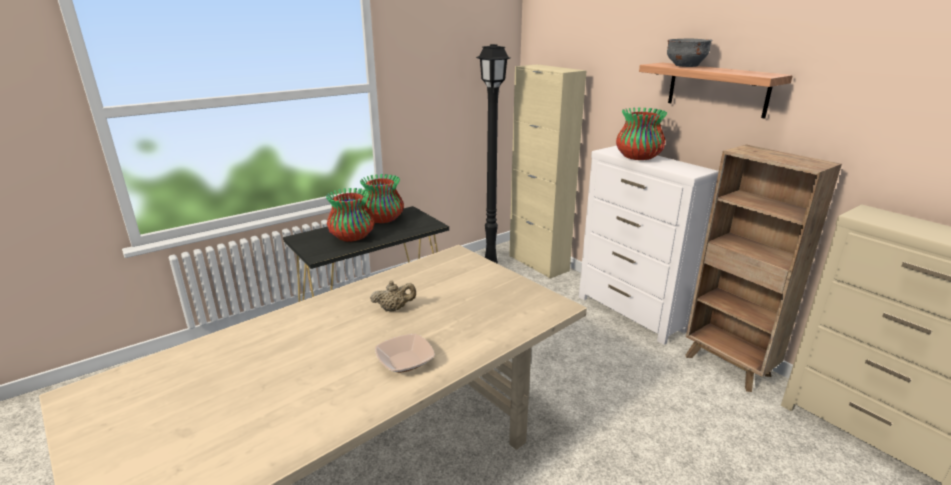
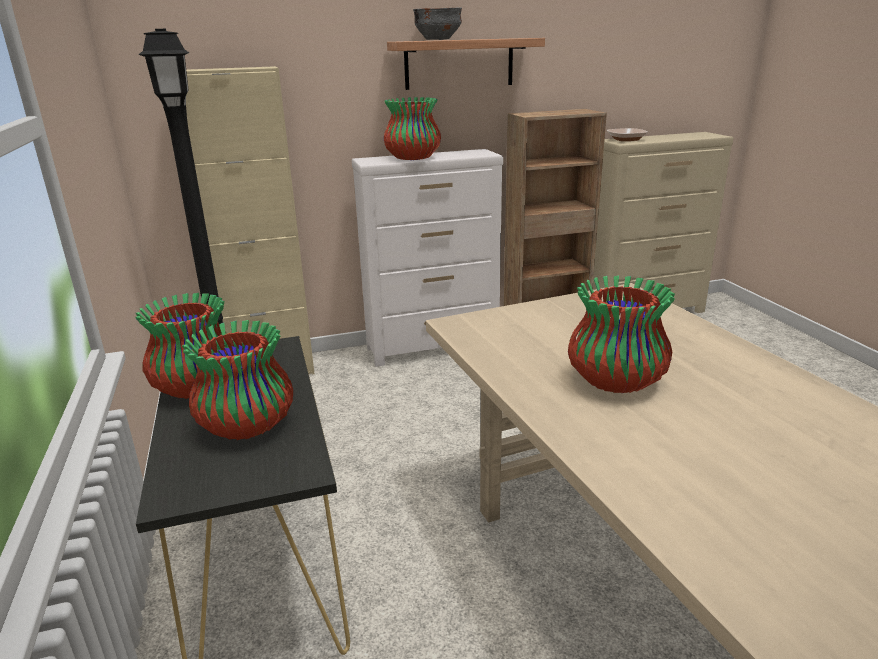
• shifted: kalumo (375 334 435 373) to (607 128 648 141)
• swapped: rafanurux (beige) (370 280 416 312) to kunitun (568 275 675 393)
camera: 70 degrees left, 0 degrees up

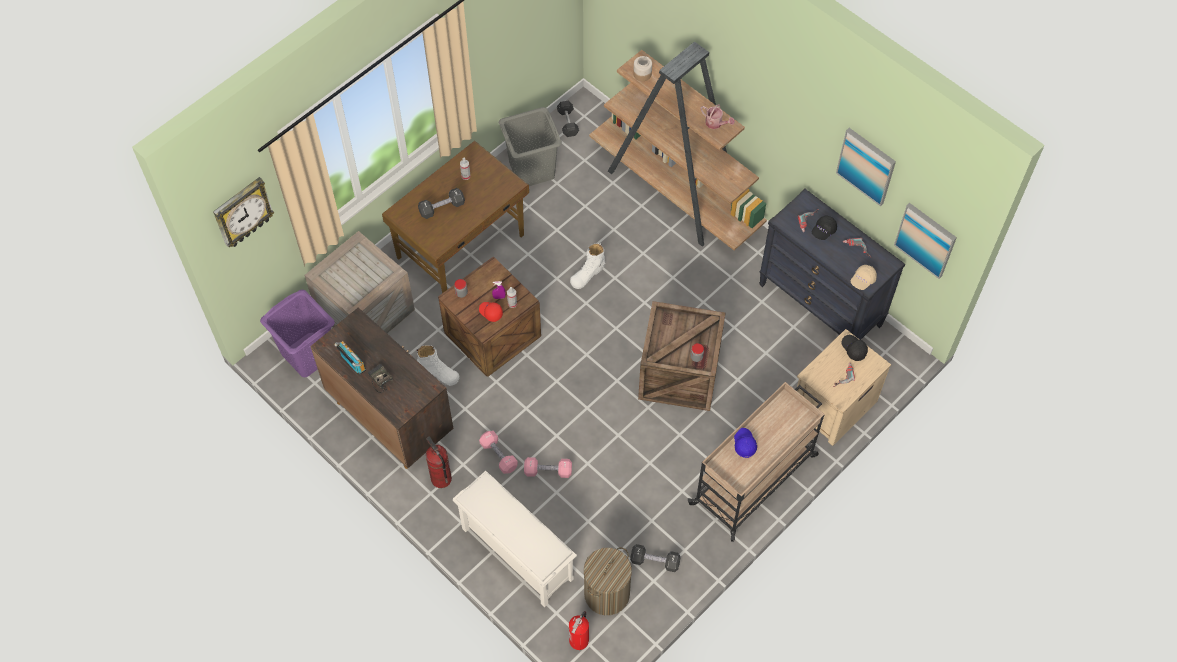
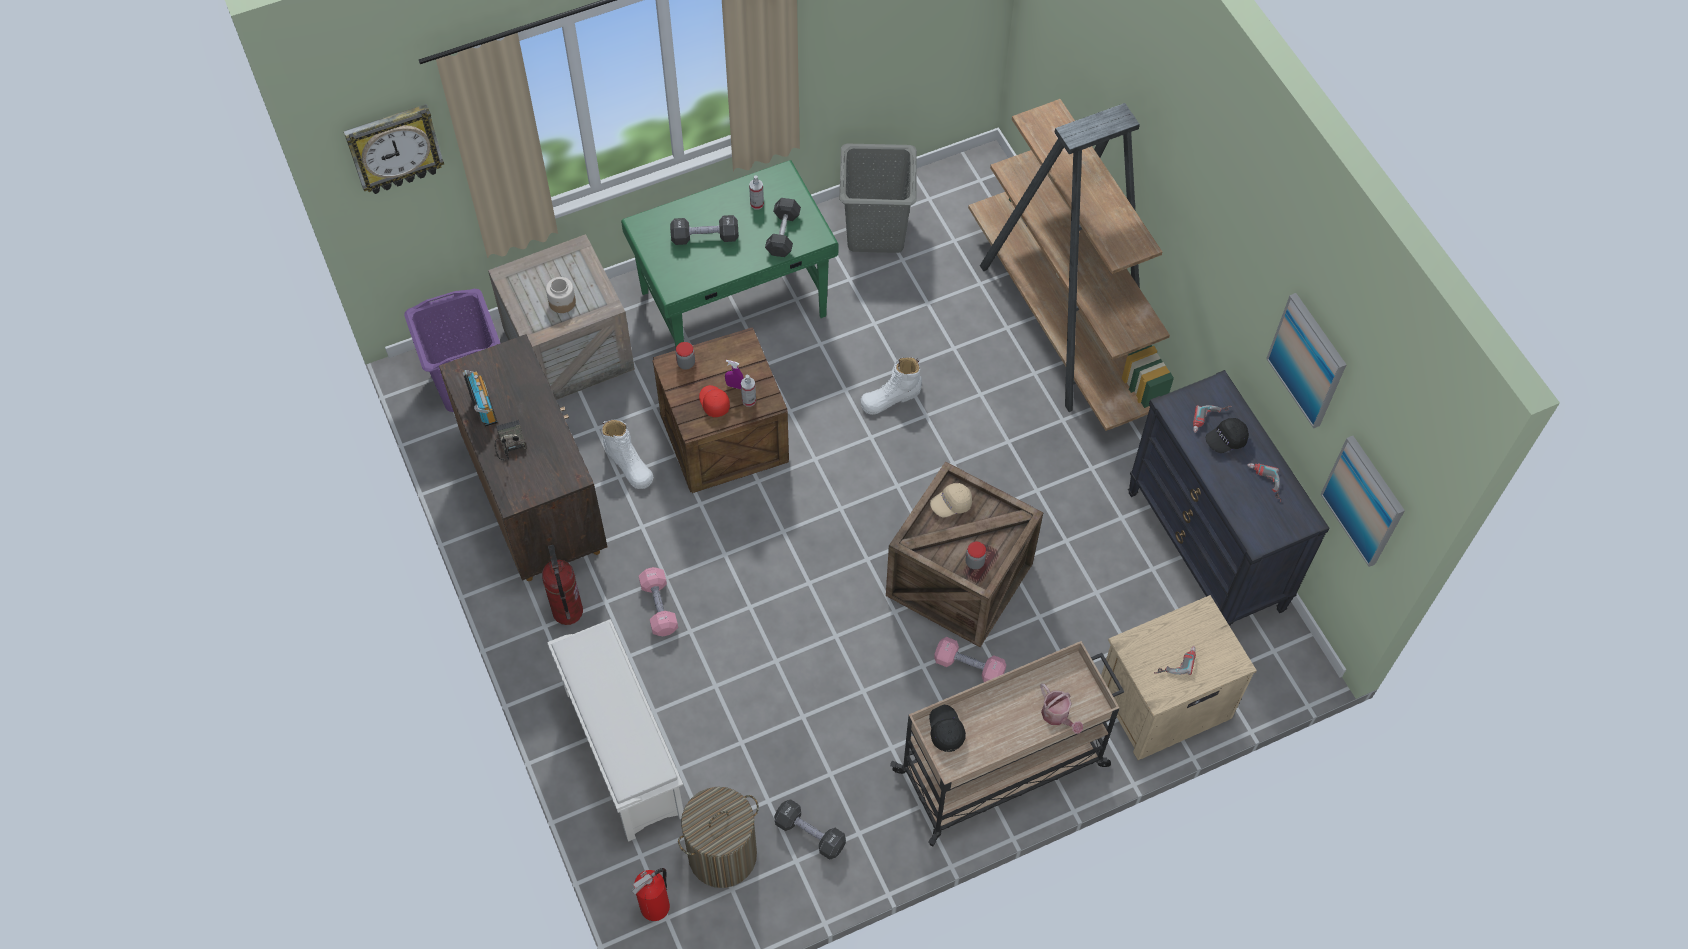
• gone: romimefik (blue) (734 428 757 458)
• shifted: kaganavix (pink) (524 457 572 478) to (934 637 1006 682)
• shifted: kaganavix (grey) (557 100 579 137) to (765 198 801 257)
• shifted: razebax (633 56 652 81) to (546 277 576 313)
• shifted: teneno (701 104 735 129) to (1040 683 1083 734)
• shifted: romimefik (black) (841 335 868 361) to (929 705 966 752)
• shifted: romimefik (beige) (851 265 877 290) to (930 483 972 518)
• repainted: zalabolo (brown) (382 141 529 293) to zalabolo (green) (621 160 838 347)
camera: 20 degrees right, 0 degrees up

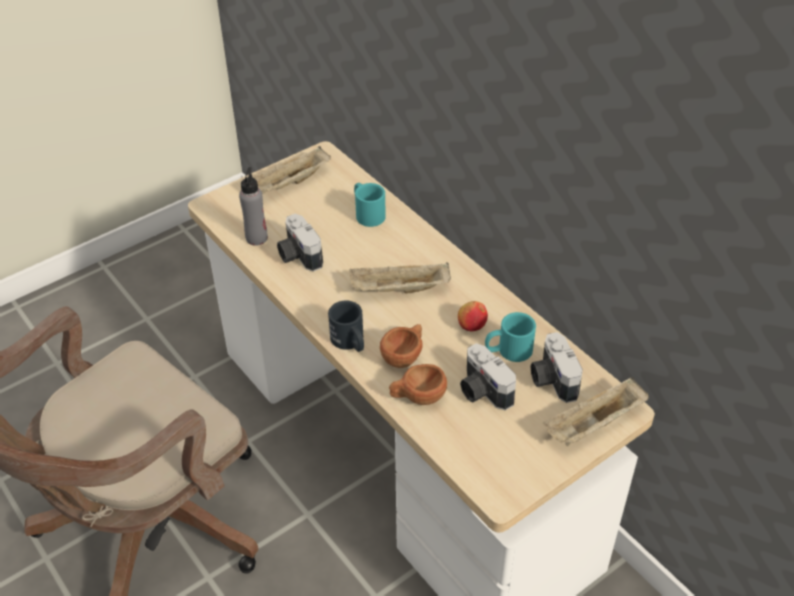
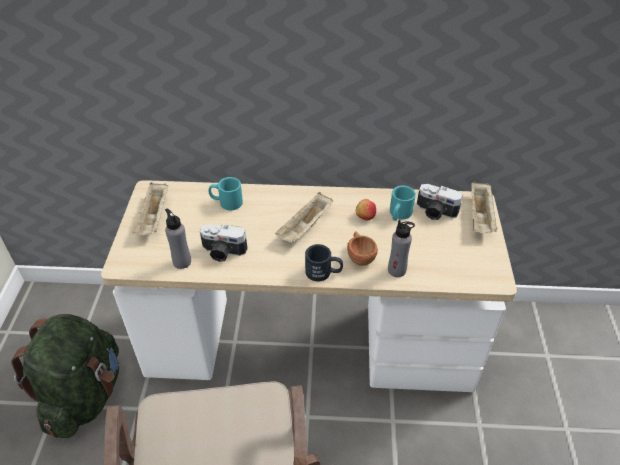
• gone: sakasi (460 343 516 410)
• new: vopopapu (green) (11 314 119 438)
• swapped: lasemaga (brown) (389 364 447 405) to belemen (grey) (388 220 415 277)
camera: 50 degrees left, 0 degrees up

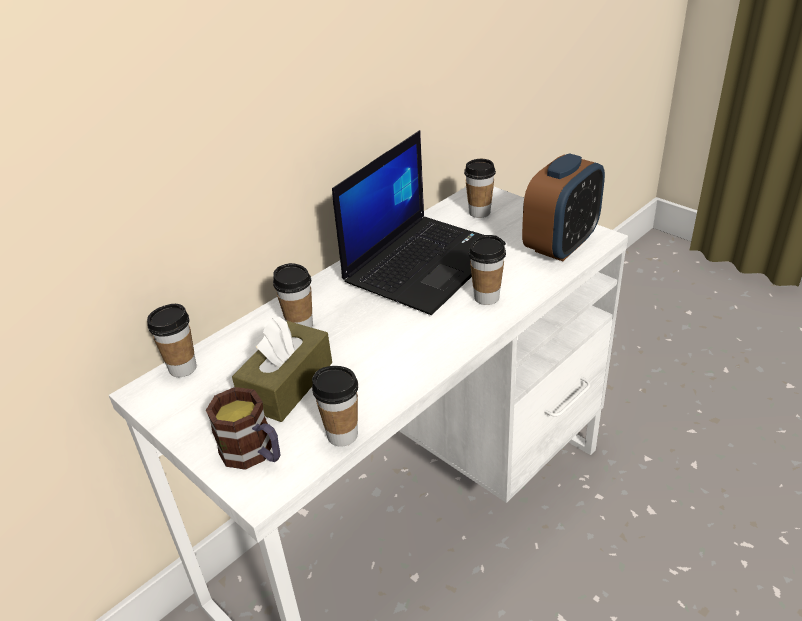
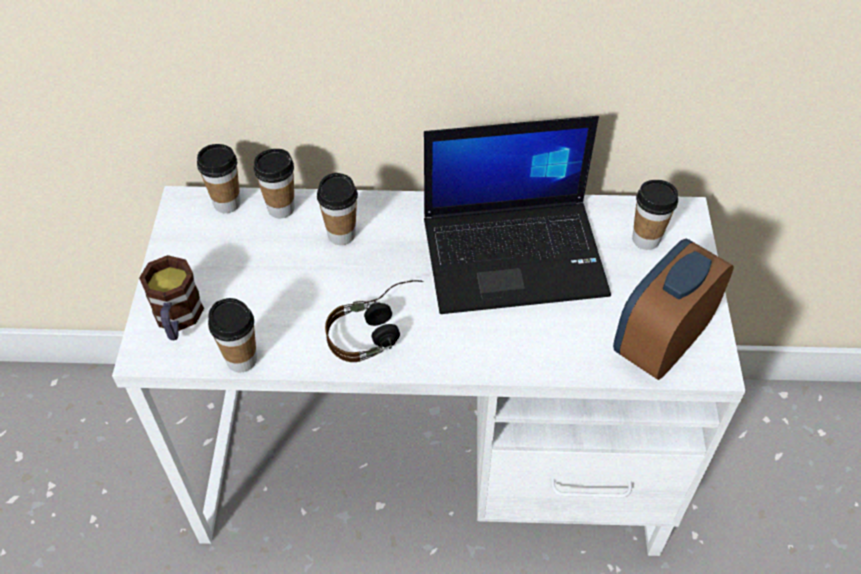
• gone: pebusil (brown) (232 317 332 422)
• new: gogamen (325 280 423 362)
• shifted: lasemaga (469 235 506 305) to (253 149 295 218)
• rotated: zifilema (522 153 605 261) = (613 239 734 380) 135 degrees clockwise
camera: 45 degrees right, 15 degrees up

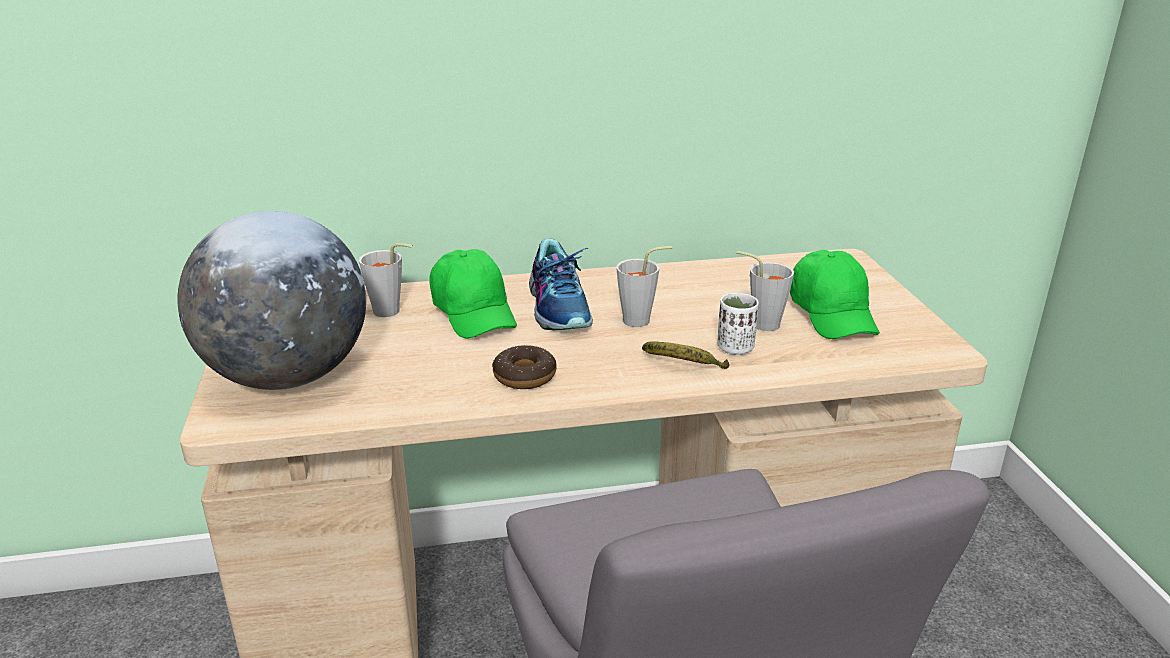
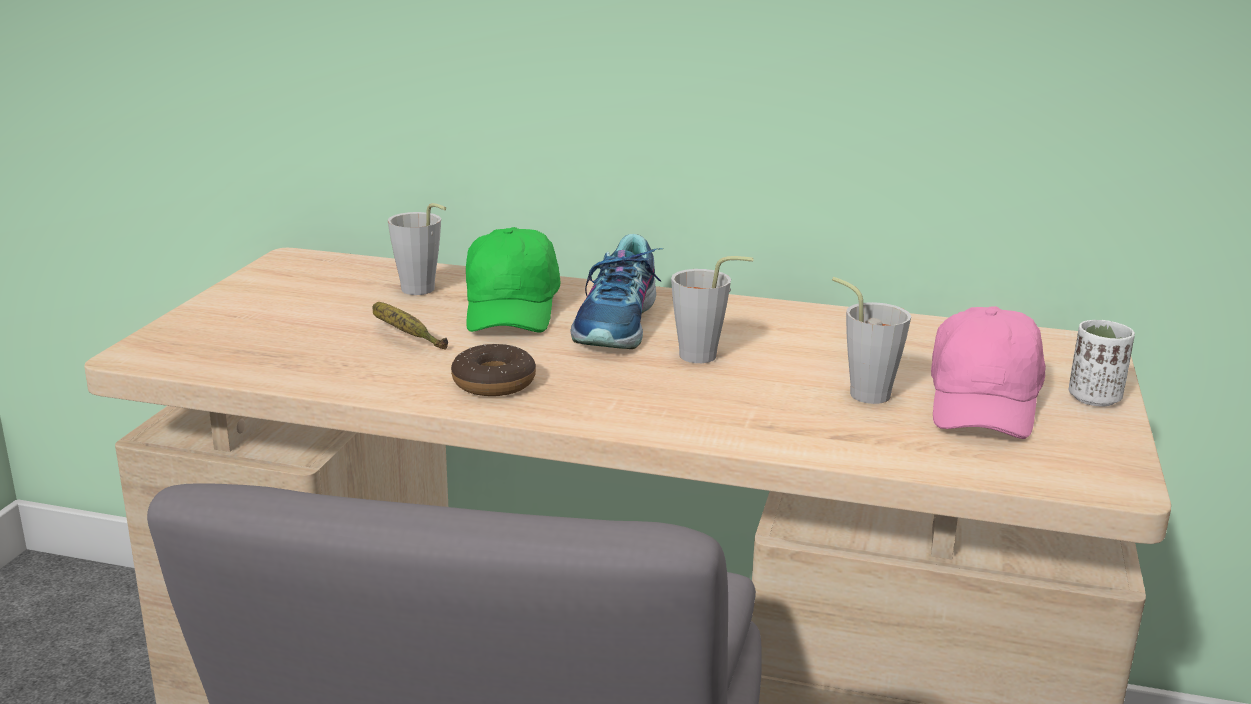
• gone: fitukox (177 211 366 390)
• shifted: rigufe (642 341 729 369) to (373 302 448 350)
• shifted: lasemaga (white) (717 293 759 355) to (1068 320 1135 406)
• repainted: romimefik (green) (790 250 880 339) to romimefik (pink) (931 306 1046 439)
camera: 25 degrees right, 5 degrees down

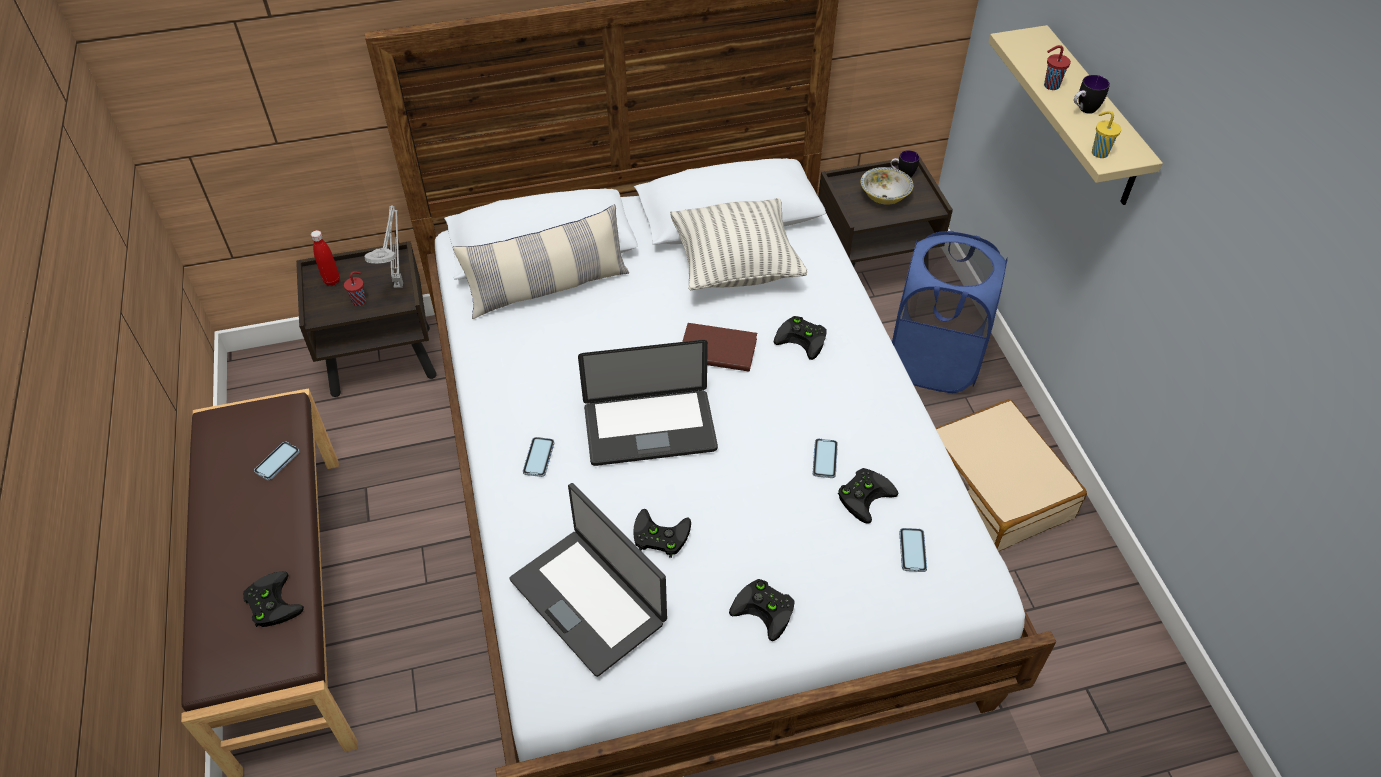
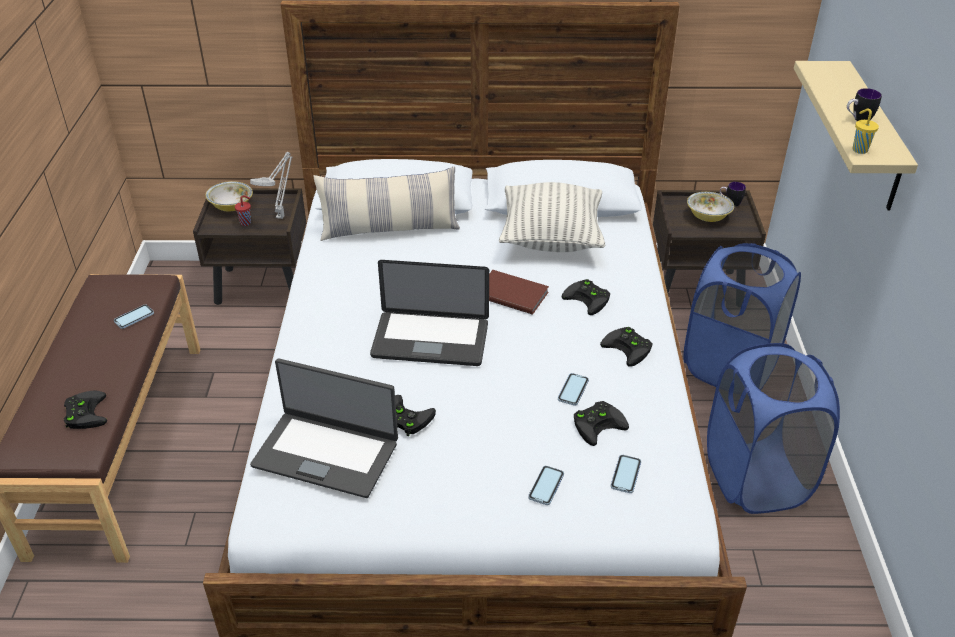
• gone: lasemaga (red) (1044 45 1071 90)
• shifted: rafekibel (523 437 555 477) to (528 466 564 505)
• shifted: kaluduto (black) (729 579 795 641) to (600 327 652 367)
• swapped: belemen (red) (311 230 340 286) to kalumo (206 181 253 212)
• swapped: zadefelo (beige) (936 400 1087 552) to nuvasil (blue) (707 343 840 514)
• rotated: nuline (509 483 667 677) = (250 358 398 498) 45 degrees counterclockwise
camera: 15 degrees right, 10 degrees down

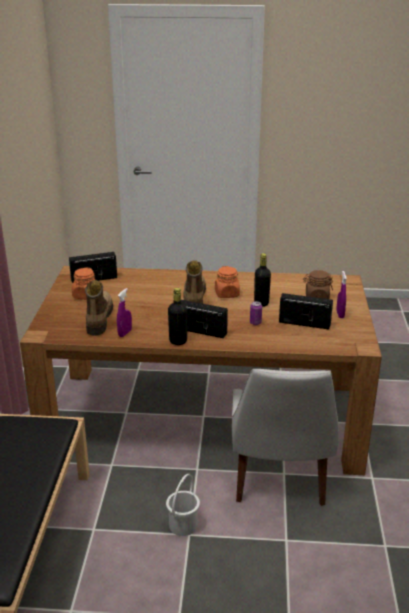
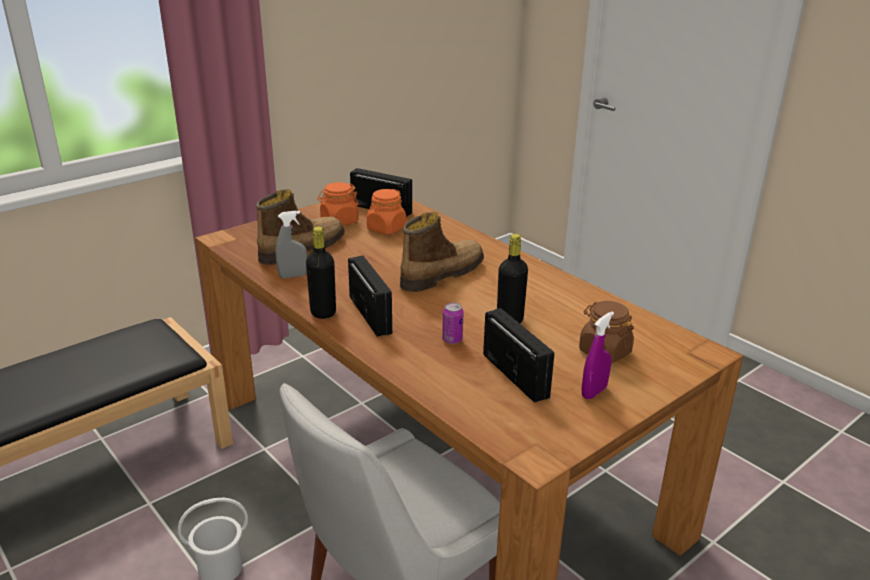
• shifted: razebax (orange) (215 266 240 298) to (367 189 406 235)
• repainted: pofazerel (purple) (117 288 132 337) to pofazerel (grey) (276 211 307 278)
camera: 45 degrees right, 0 degrees up

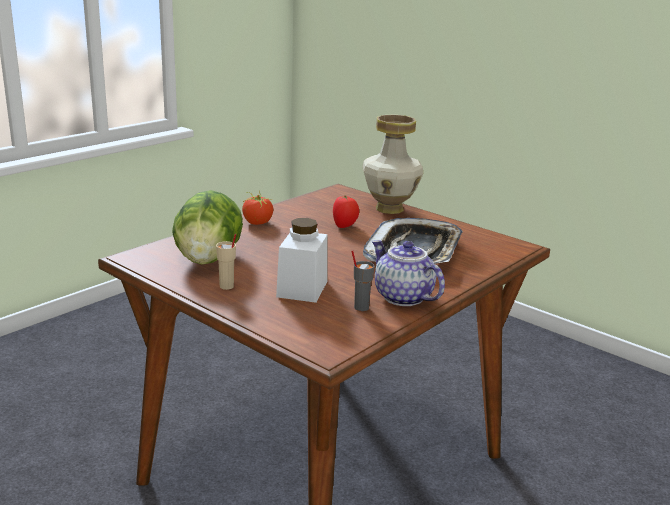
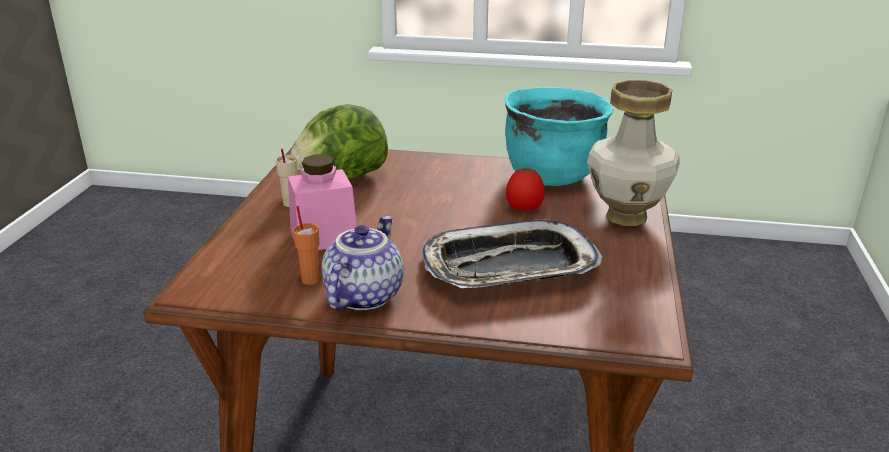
• gone: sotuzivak (242 191 273 225)
• new: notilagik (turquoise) (505 87 614 186)
• repainted: razebax (white) (276 218 328 303) to razebax (pink) (288 154 357 250)
• repainted: lasemaga (grey) (352 250 375 311) to lasemaga (orange) (293 206 320 285)
camera: 60 degrees right, 5 degrees up

